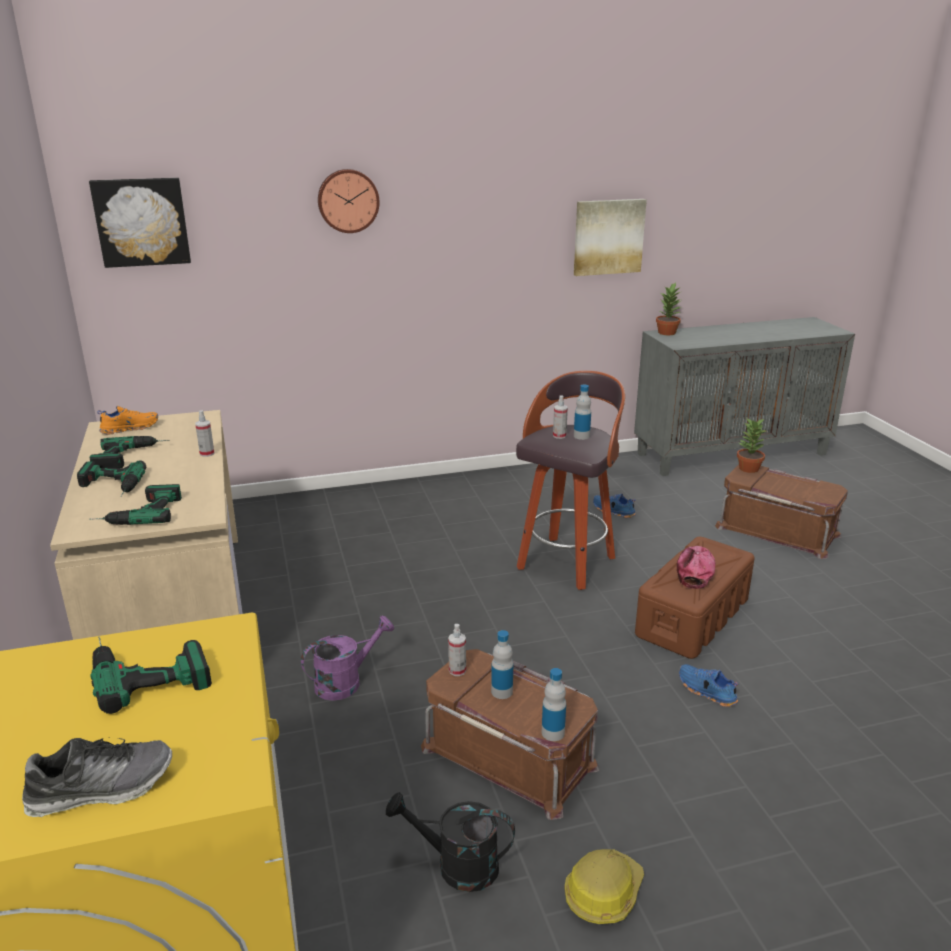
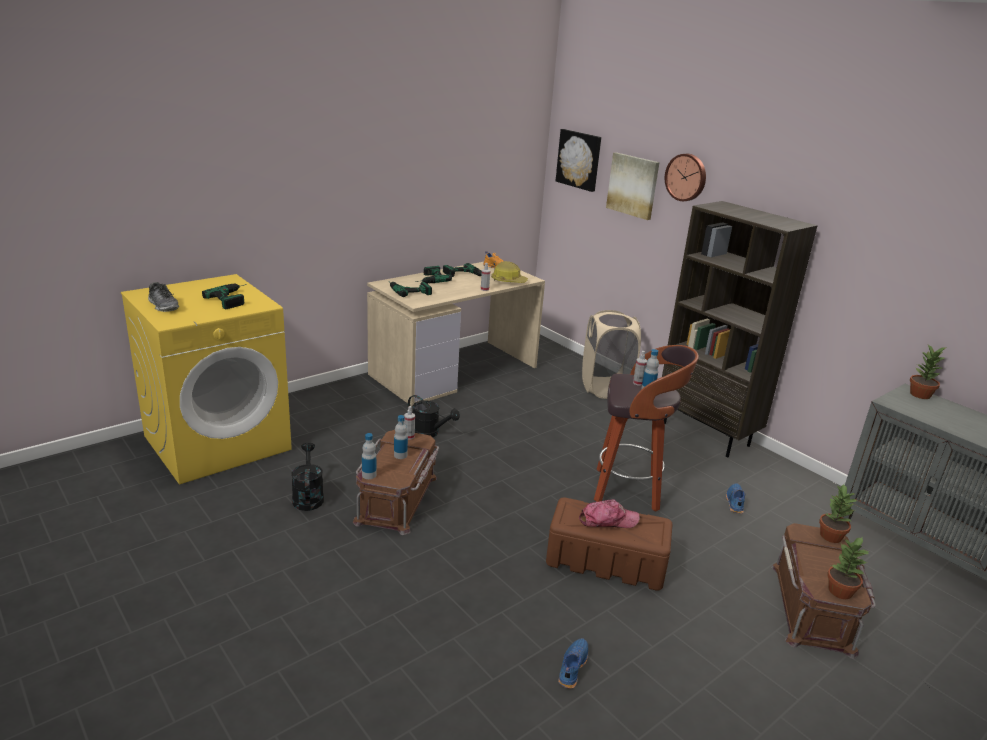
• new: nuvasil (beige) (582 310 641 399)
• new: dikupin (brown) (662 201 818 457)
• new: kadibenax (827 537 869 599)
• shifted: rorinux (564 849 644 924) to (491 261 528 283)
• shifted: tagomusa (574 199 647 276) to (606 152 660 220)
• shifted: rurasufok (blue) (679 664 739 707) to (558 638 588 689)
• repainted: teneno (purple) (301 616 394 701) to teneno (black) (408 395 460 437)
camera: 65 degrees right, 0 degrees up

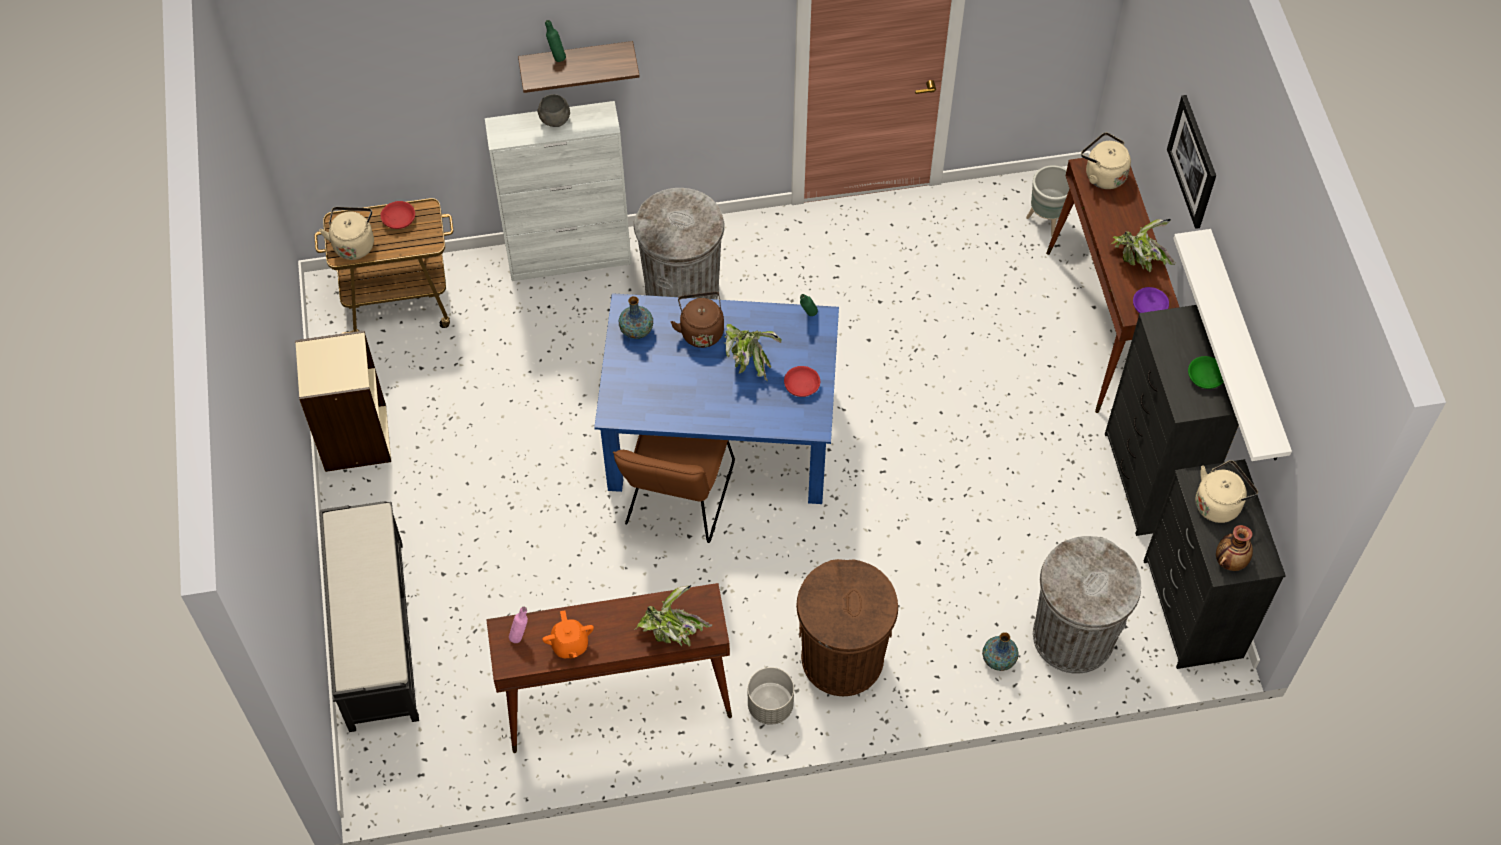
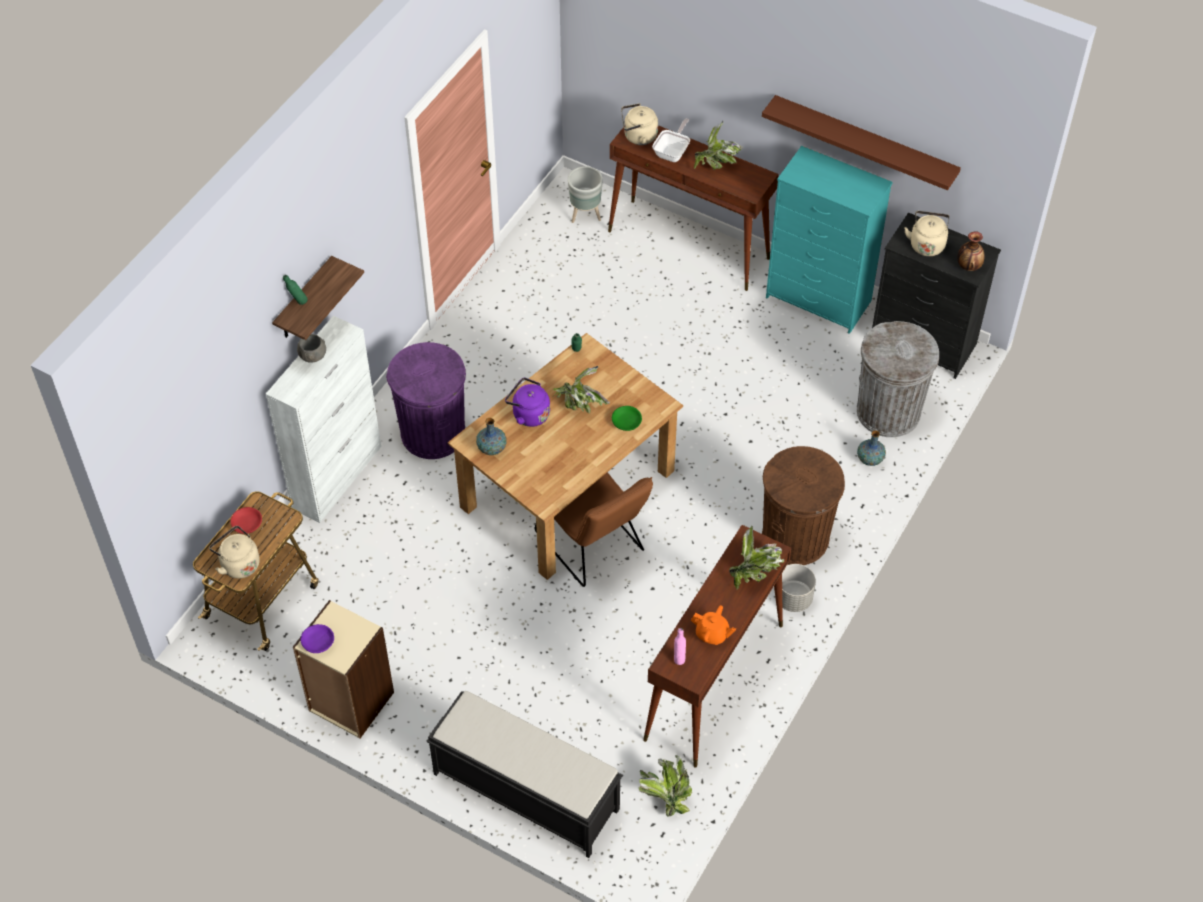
• gone: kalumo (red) (784 366 820 397)
• gone: tagomusa (1167 95 1216 229)
• new: kadibenax (639 755 692 817)
• new: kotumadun (652 118 690 162)
• shifted: kalumo (purple) (1133 287 1169 313) to (301 624 334 653)
• shifted: kalumo (green) (1188 356 1224 389) to (612 406 642 431)
• repainted: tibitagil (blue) (594 293 839 504) to tibitagil (brown) (448 333 683 580)
• repainted: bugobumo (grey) (634 188 725 300) to bugobumo (purple) (386 342 466 459)
• repainted: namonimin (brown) (671 292 724 348) to namonimin (purple) (505 378 550 427)
• repainted: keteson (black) (1105 305 1239 536) to keteson (turquoise) (766 146 893 334)
• repainted: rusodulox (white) (1173 229 1292 461) to rusodulox (brown) (762 95 961 190)
camera: 50 degrees left, 5 degrees down

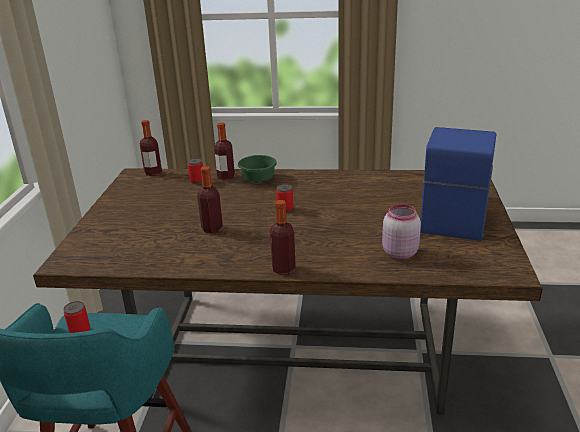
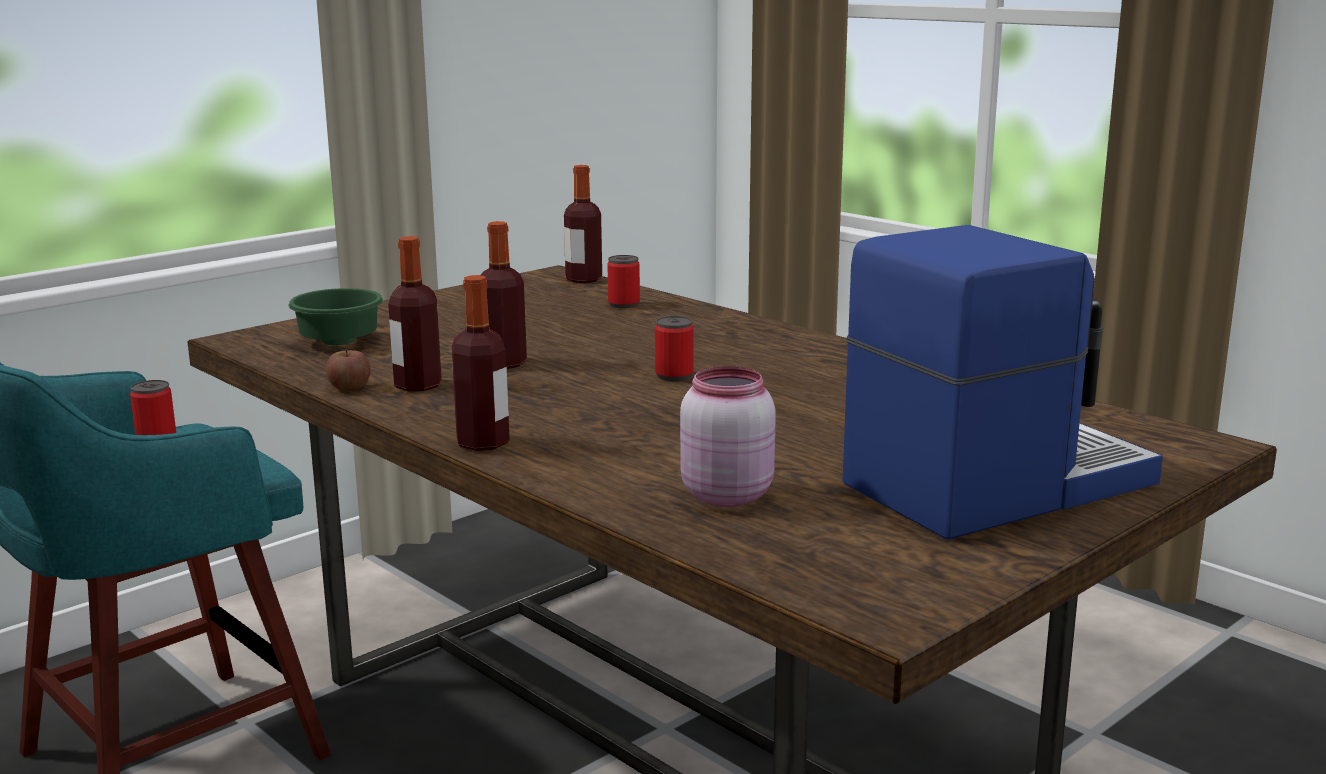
• new: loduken (326 349 371 391)
• shifted: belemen (214 123 235 180) to (388 236 442 392)
• shifted: kalumo (green) (238 155 277 182) to (288 288 383 345)
camera: 40 degrees right, 10 degrees down

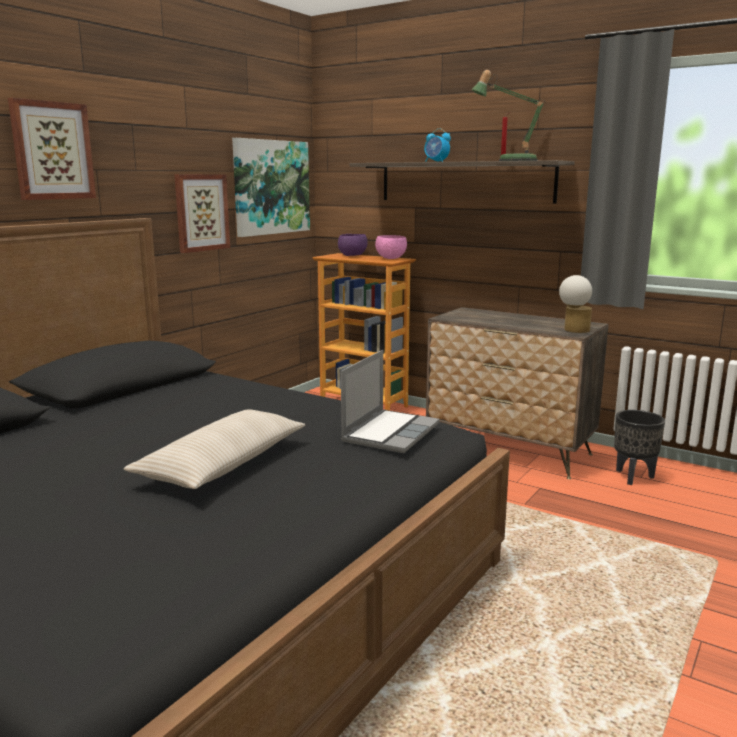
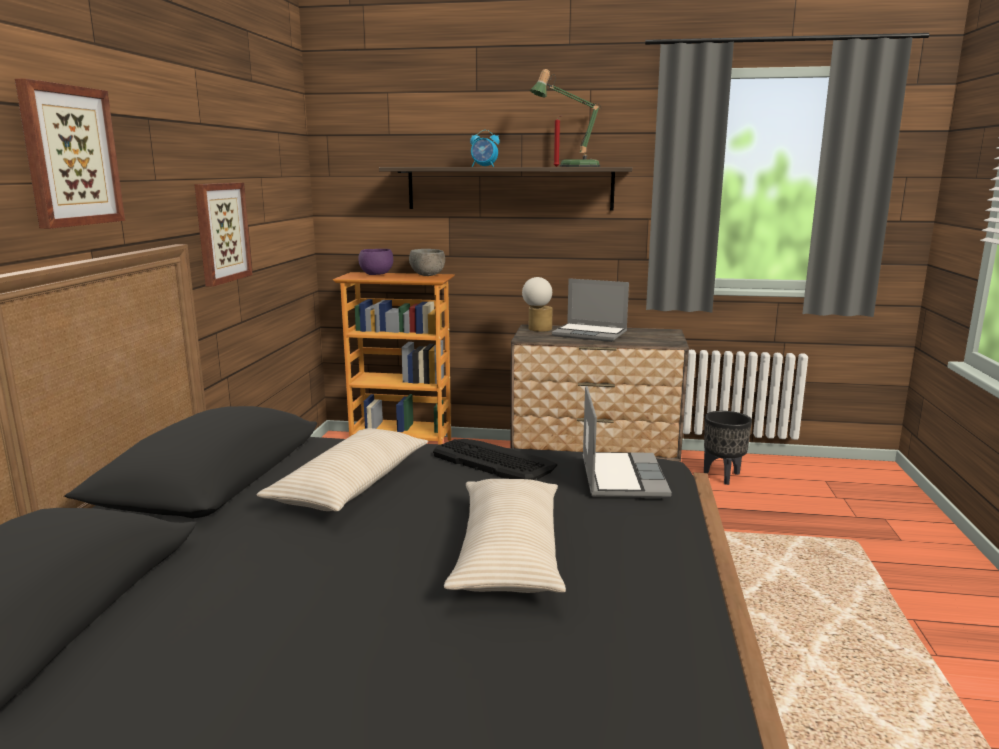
• gone: tagomusa (232 138 310 237)
• new: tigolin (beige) (256 428 428 511)
• new: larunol (433 439 557 480)
• new: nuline (552 278 629 342)
• shifted: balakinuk (559 275 592 333) to (522 277 553 332)
• repainted: kalumo (pink) (375 235 407 259) to kalumo (grey) (409 249 445 276)
camera: 25 degrees left, 0 degrees up

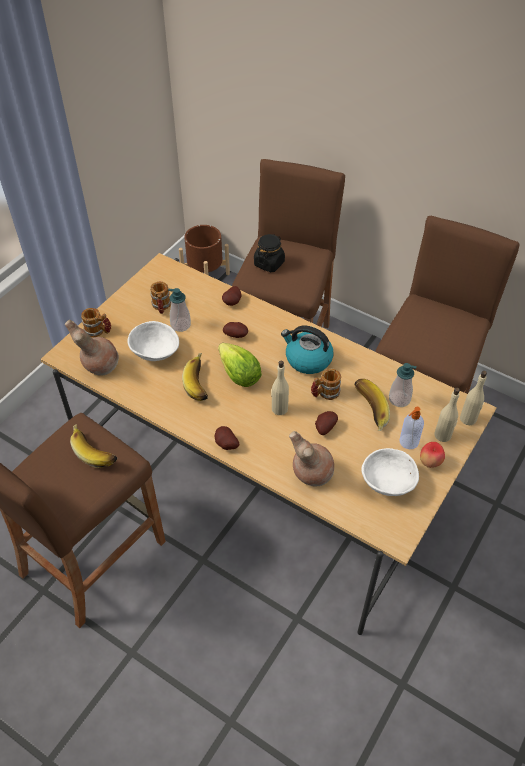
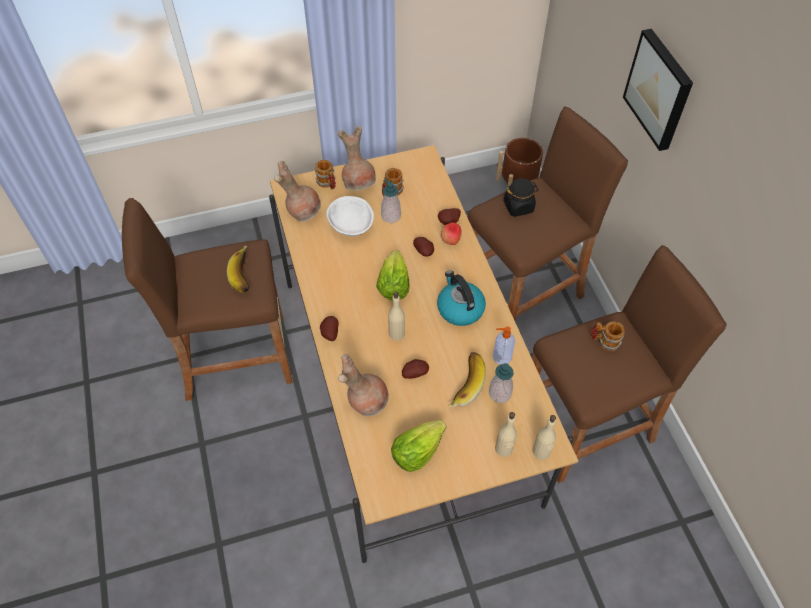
• gone: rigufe (182 353 208 401)
• new: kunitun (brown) (338 126 376 191)
• new: tagomusa (623 29 693 151)
• shifted: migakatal (311 368 341 400) to (591 321 625 351)
• shifted: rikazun (399 407 424 449) to (493 326 515 365)
• shifted: loduken (420 442 445 468) to (441 222 462 245)
• swapped: kalumo (white) (361 448 419 496) to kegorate (391 420 446 472)
camera: 40 degrees right, 5 degrees up

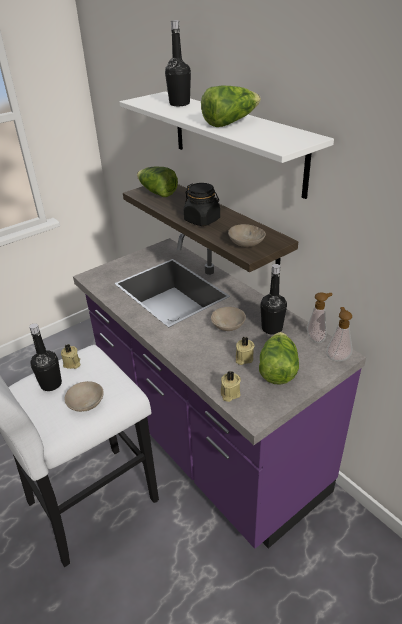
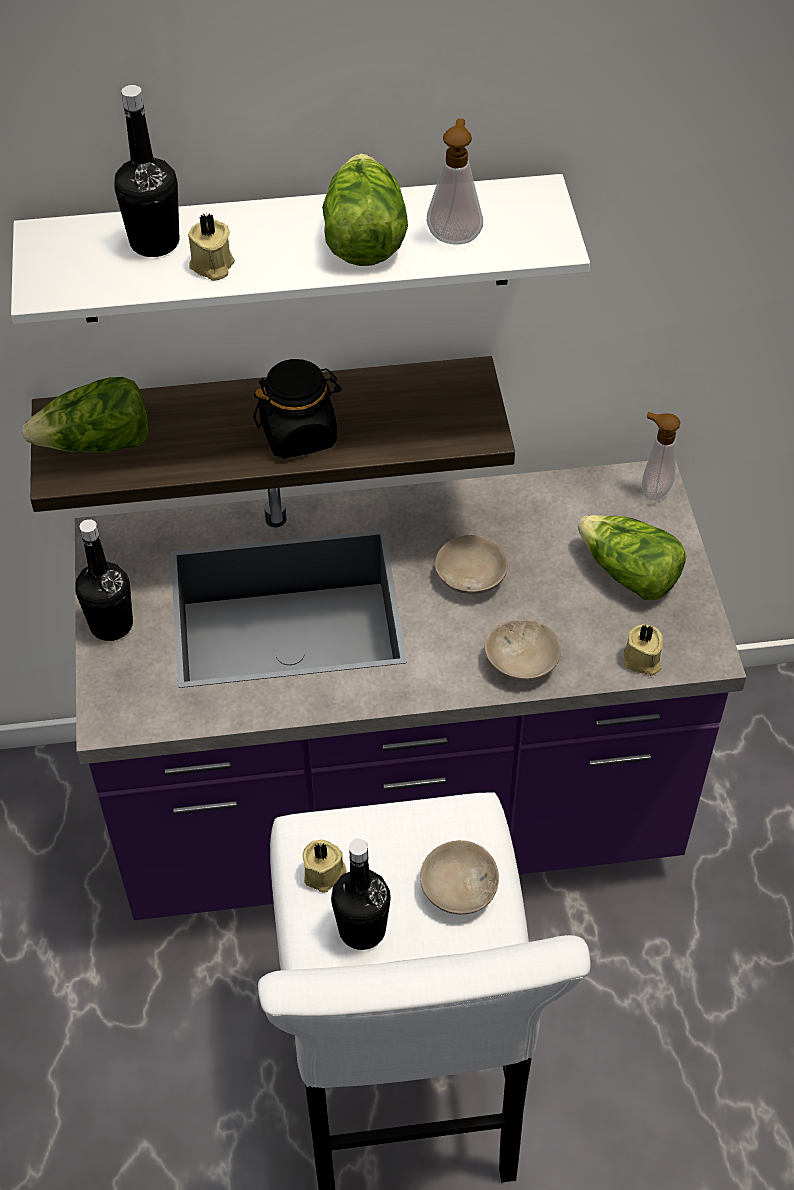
• shifted: kalumo (beige) (228 224 266 247) to (485 620 561 681)
• shifted: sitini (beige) (236 337 255 365) to (188 214 235 281)
• shifted: belemen (black) (260 264 287 335) to (75 519 133 641)
• shifted: rikazun (307 292 333 343) to (427 118 483 244)
camera: 60 degrees left, 15 degrees up

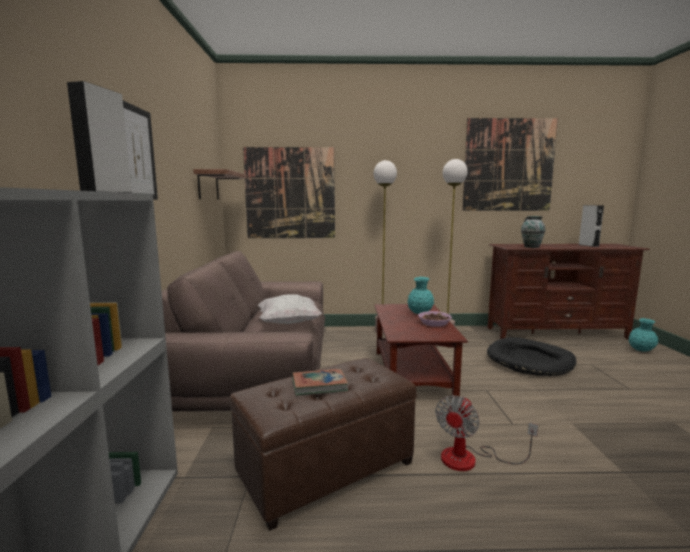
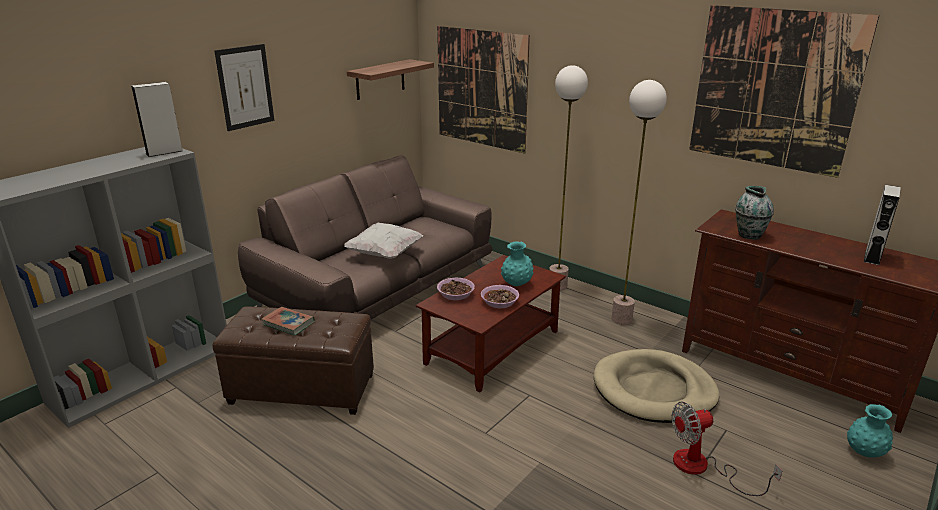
• new: kalumo (437 278 475 300)
• shifted: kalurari (435 396 538 471) to (671 401 782 496)
• repainted: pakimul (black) (487 337 576 376) to pakimul (beige) (593 349 719 423)
camera: 40 degrees right, 15 degrees up

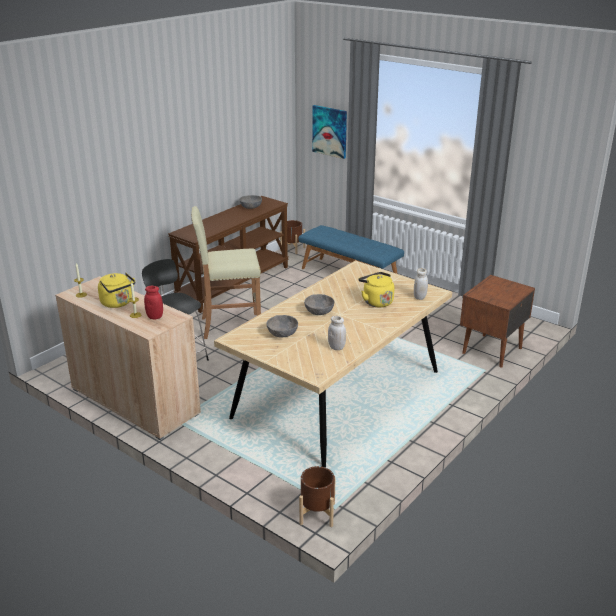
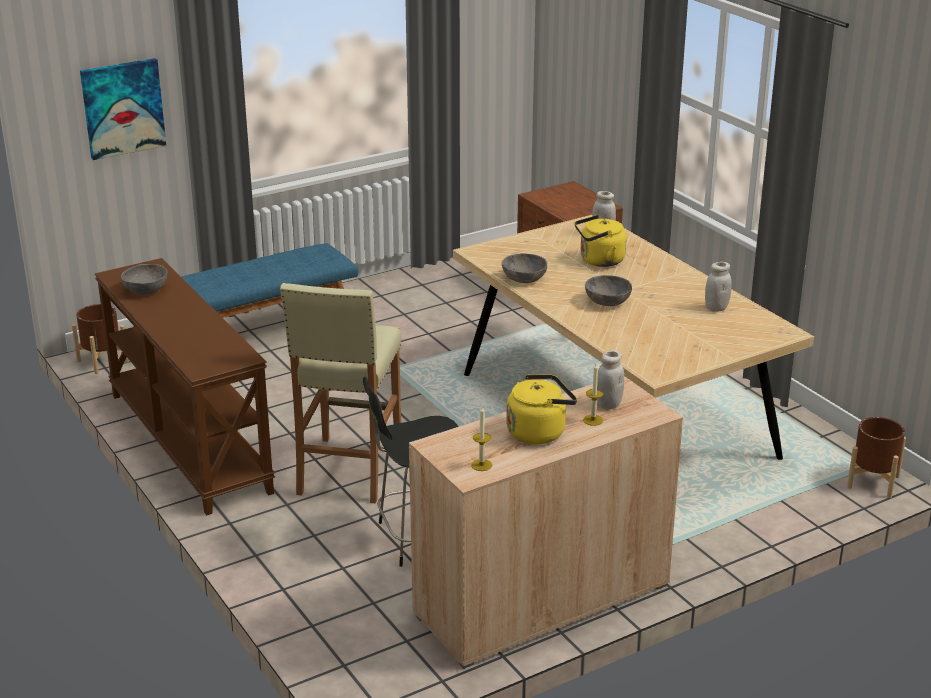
• shifted: kalumo (grey) (267 315 298 338) to (502 253 547 283)
• repainted: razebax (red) (144 286 163 319) to razebax (white) (597 350 624 409)
camera: 70 degrees left, 0 degrees up

